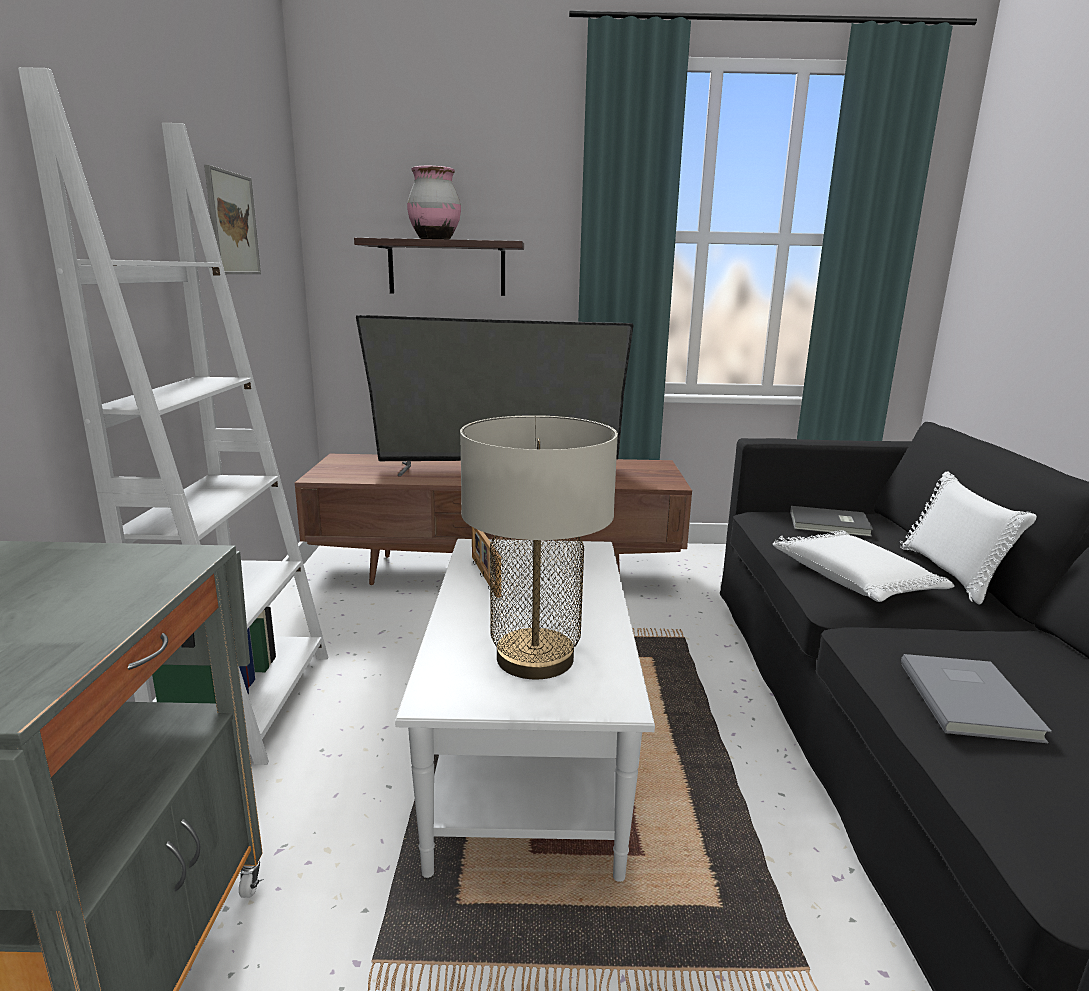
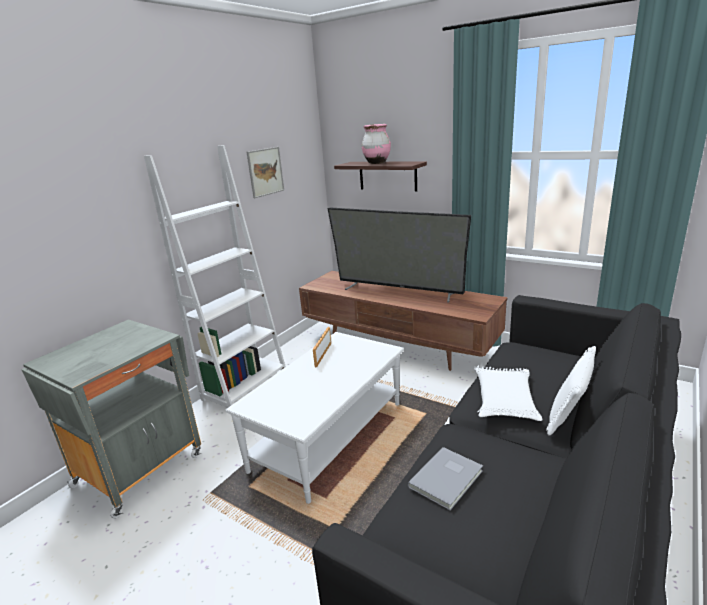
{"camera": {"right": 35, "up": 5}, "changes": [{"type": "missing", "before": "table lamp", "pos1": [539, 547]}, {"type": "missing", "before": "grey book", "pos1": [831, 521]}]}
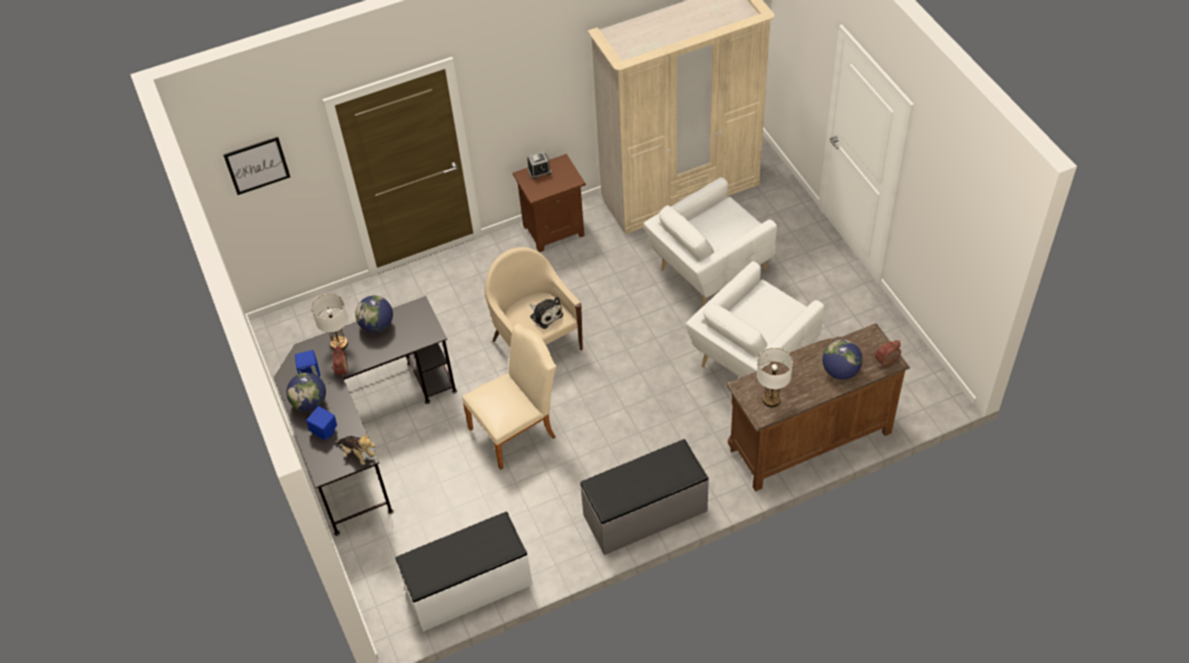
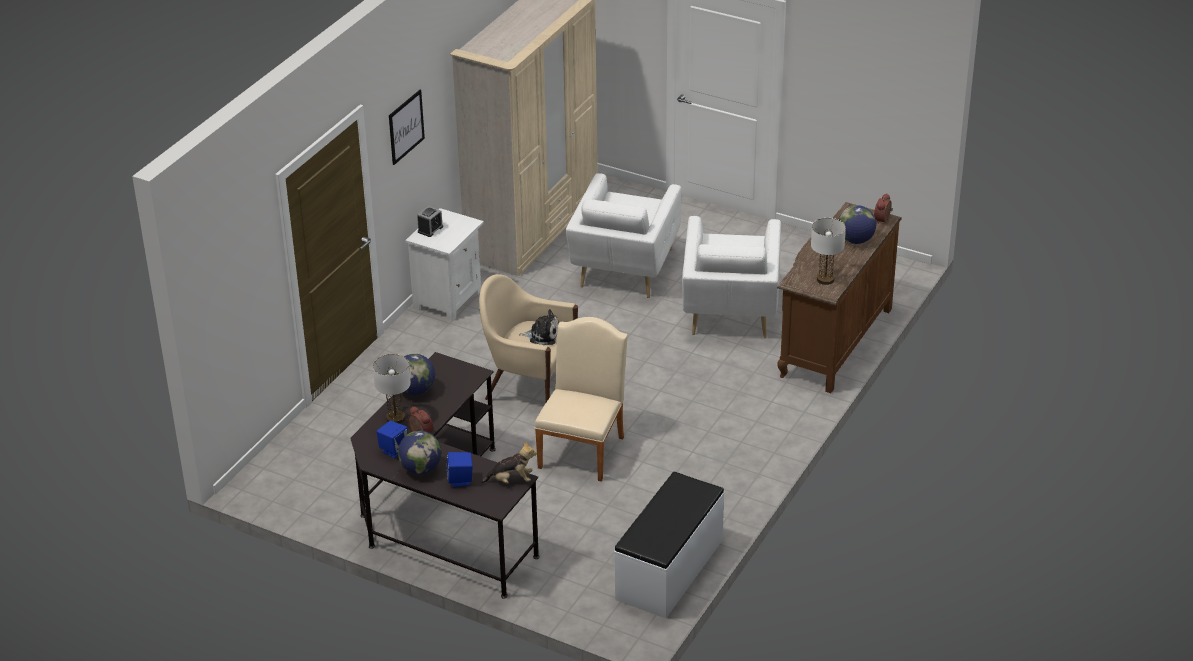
{"camera": {"right": -40, "up": -15}, "changes": [{"type": "relocated", "before": "picture", "pos1": [256, 166], "pos2": [407, 127]}, {"type": "colour", "before": "brown nightstand", "after": "white nightstand", "pos1": [549, 203], "pos2": [444, 264]}, {"type": "missing", "before": "grey bench", "pos1": [644, 497]}]}
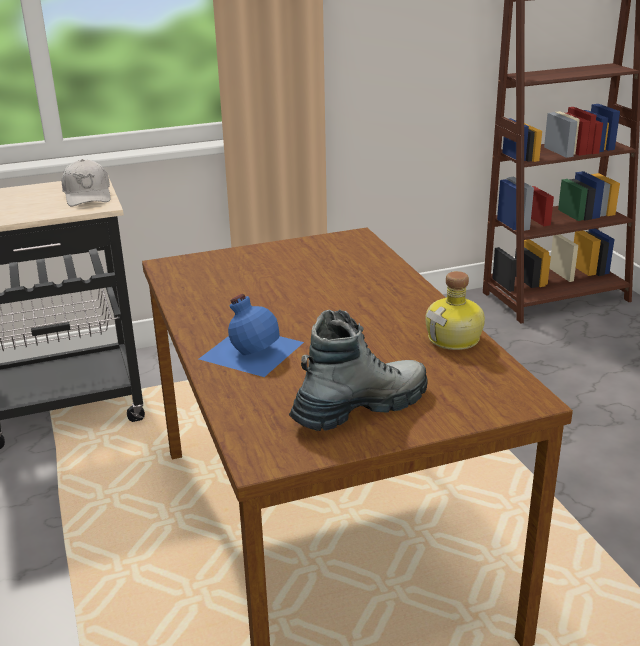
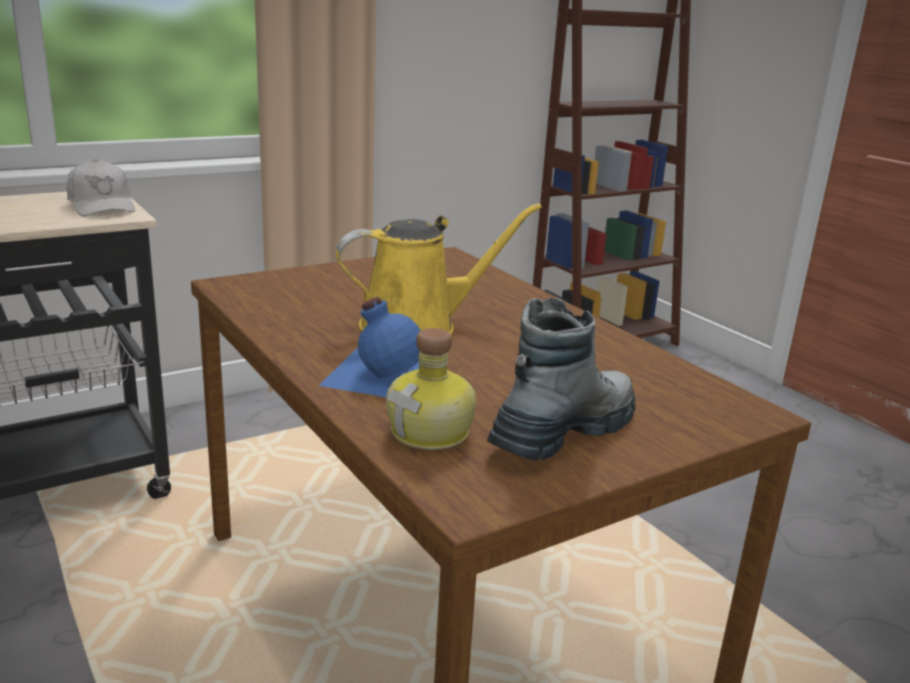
{"camera": {"right": -15, "up": -5}, "changes": [{"type": "relocated", "before": "bottle", "pos1": [455, 310], "pos2": [431, 389]}, {"type": "appeared", "after": "yellow watering can", "pos2": [439, 268]}]}
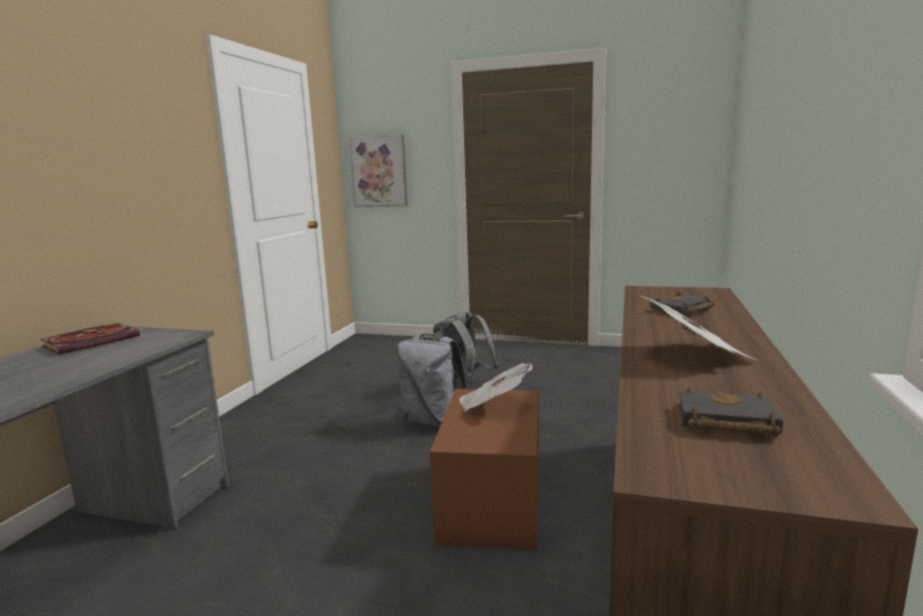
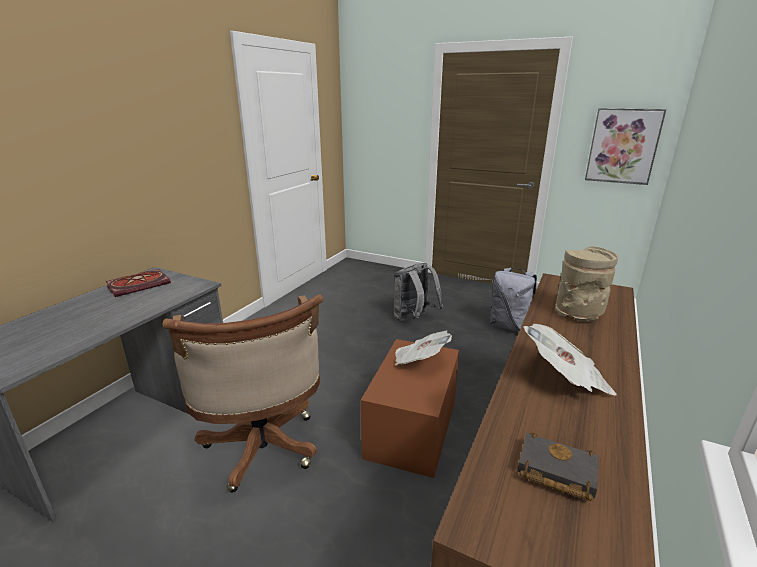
{"camera": {"right": 10, "up": 10}, "changes": [{"type": "relocated", "before": "picture", "pos1": [378, 170], "pos2": [625, 146]}, {"type": "exchanged", "before": "black book", "after": "beige vase", "pos1": [681, 304], "pos2": [586, 284]}, {"type": "relocated", "before": "grey backpack", "pos1": [432, 380], "pos2": [513, 300]}, {"type": "appeared", "after": "office chair", "pos2": [243, 393]}]}
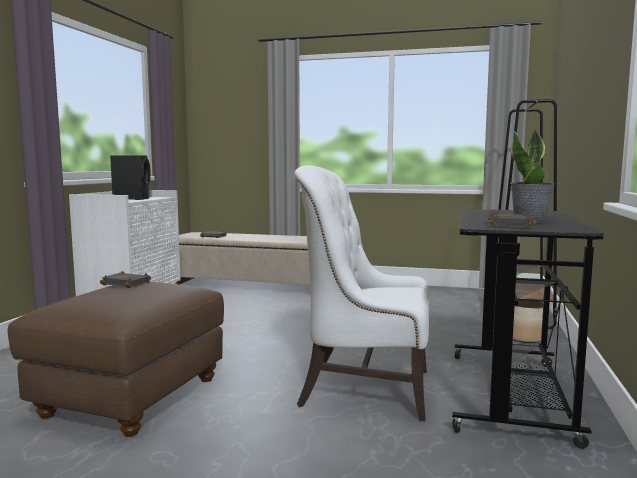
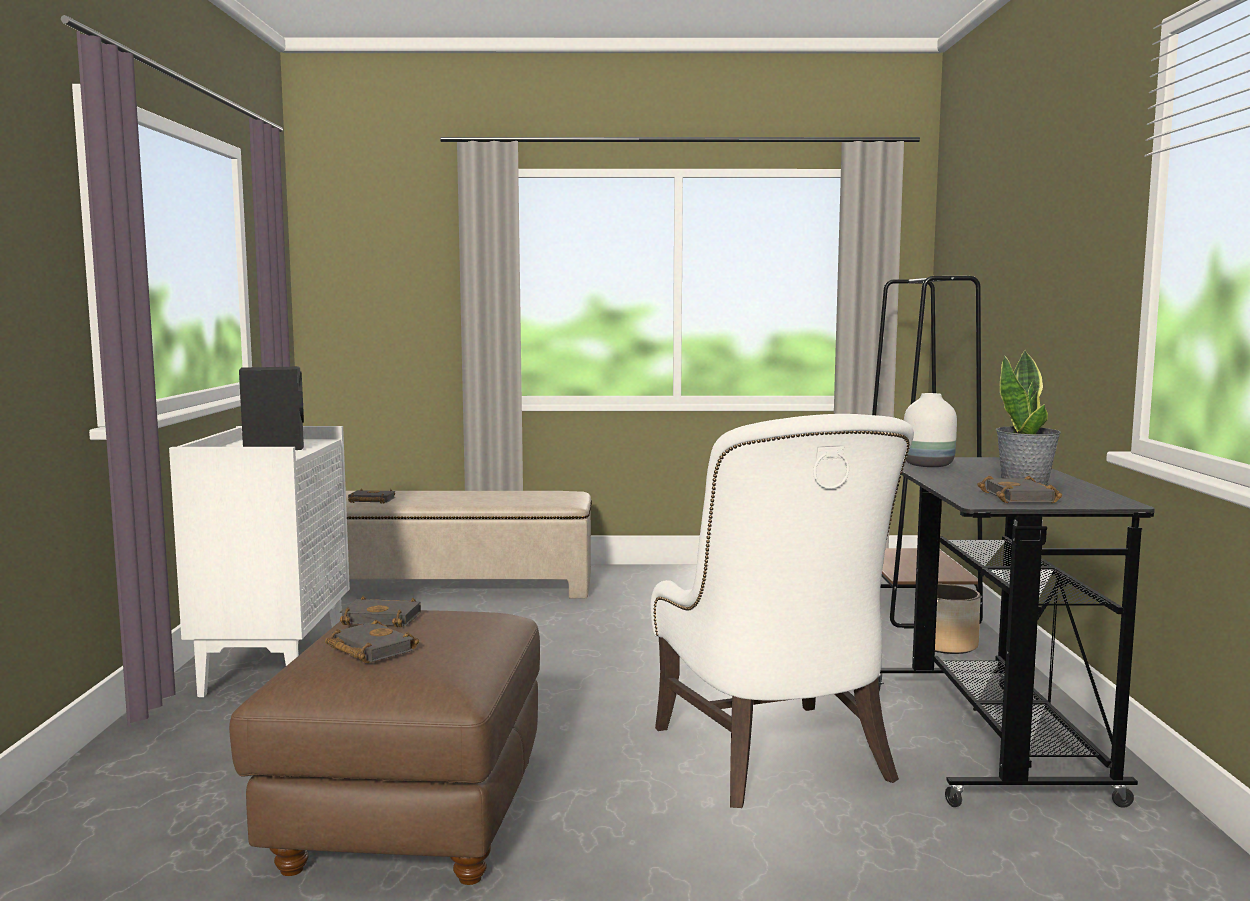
{"camera": {"right": -15, "up": 0}, "changes": [{"type": "spun", "before": "white chair", "pos1": [362, 293], "pos2": [782, 611], "turn": -105}, {"type": "appeared", "after": "white vase", "pos2": [930, 430]}, {"type": "appeared", "after": "black book", "pos2": [372, 641]}]}
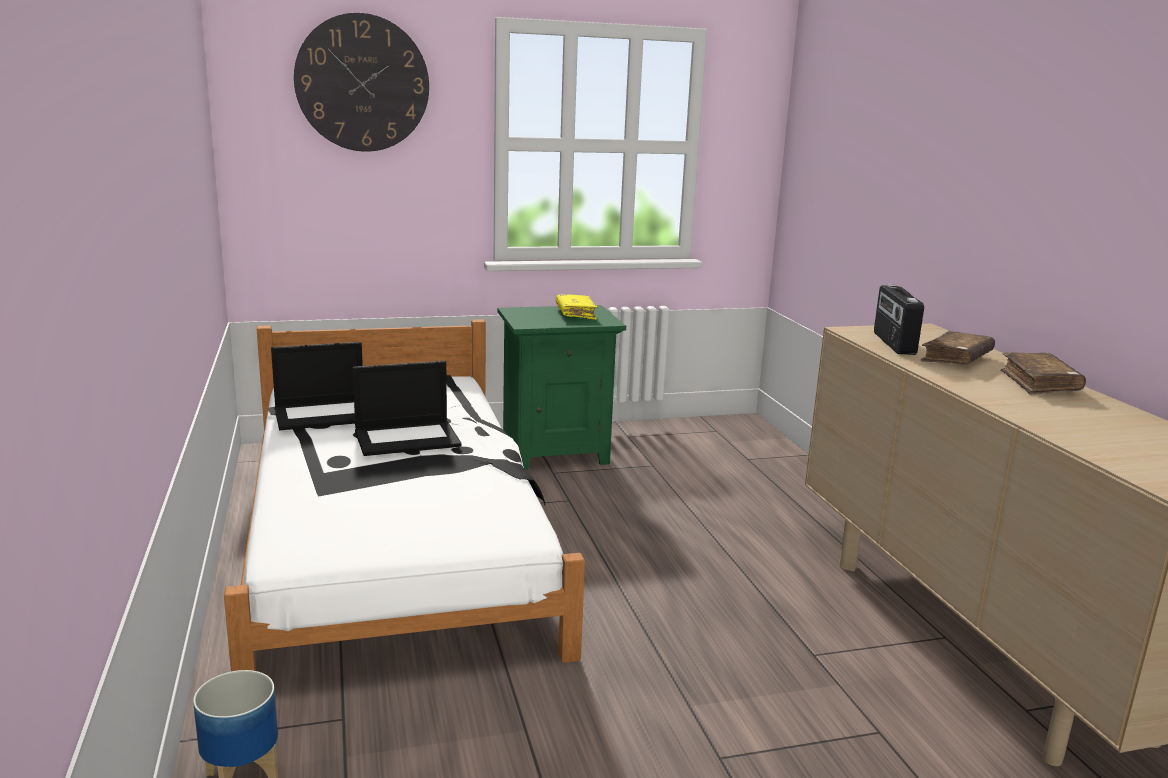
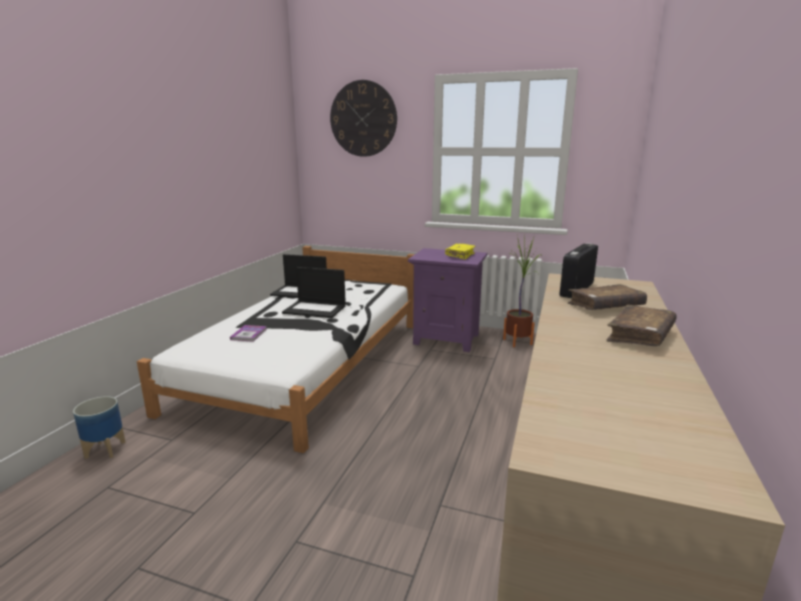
{"camera": {"right": 35, "up": 0}, "changes": [{"type": "colour", "before": "green nightstand", "after": "purple nightstand", "pos1": [561, 387], "pos2": [447, 300]}, {"type": "appeared", "after": "potted plant", "pos2": [522, 291]}, {"type": "appeared", "after": "book", "pos2": [248, 333]}]}
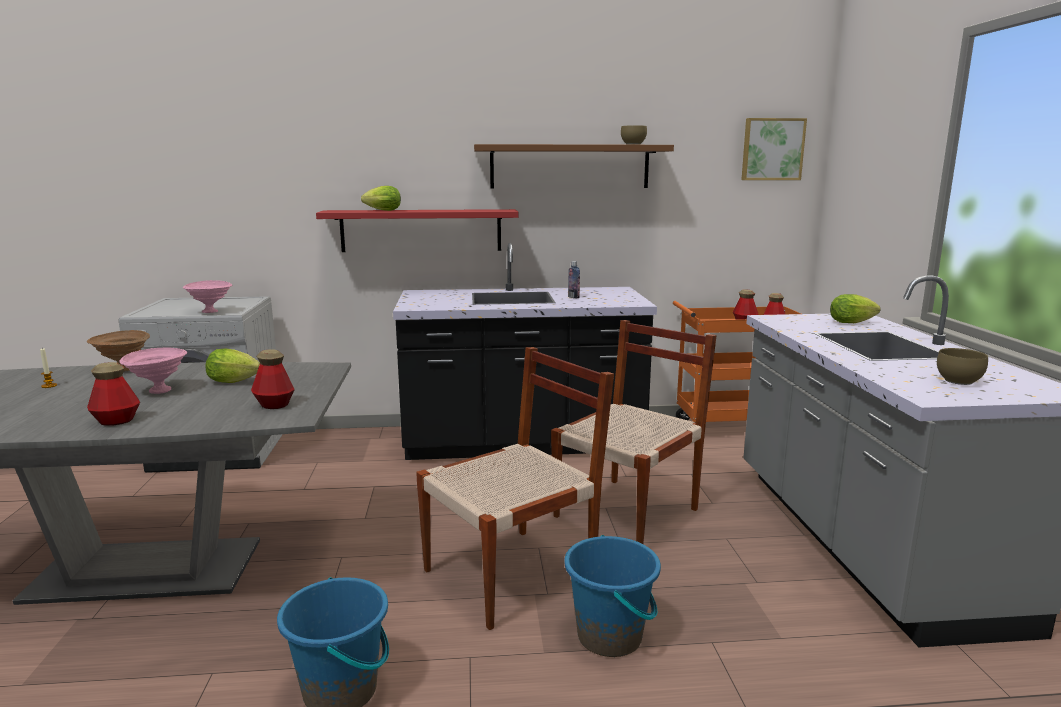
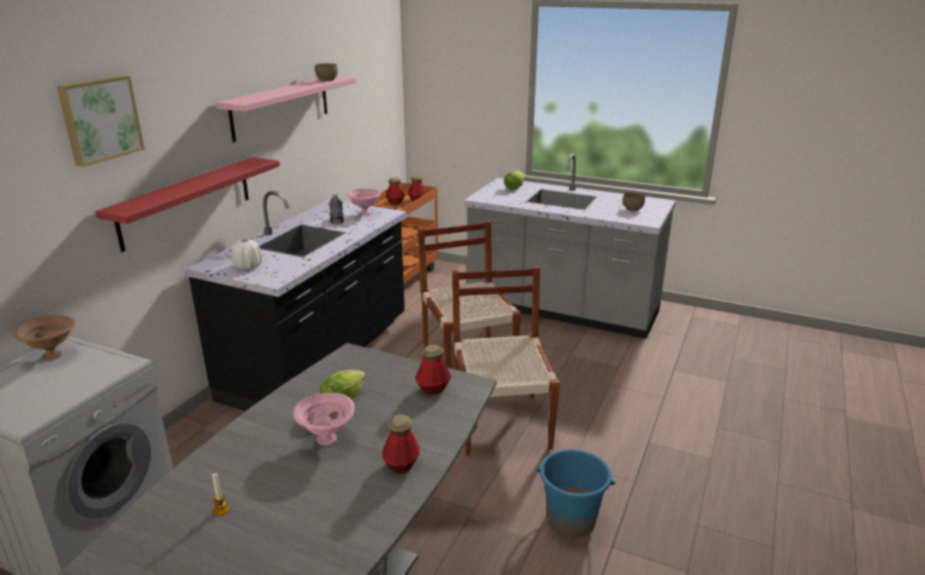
{"camera": {"right": -60, "up": 10}, "changes": [{"type": "relocated", "before": "picture", "pos1": [774, 149], "pos2": [101, 121]}, {"type": "colour", "before": "brown shelf", "after": "pink shelf", "pos1": [574, 166], "pos2": [286, 109]}, {"type": "missing", "before": "lettuce", "pos1": [381, 198]}, {"type": "relocated", "before": "pink bowl", "pos1": [207, 296], "pos2": [364, 202]}, {"type": "relocated", "before": "brown bowl", "pos1": [118, 351], "pos2": [45, 337]}, {"type": "missing", "before": "blue bucket", "pos1": [612, 596]}, {"type": "appeared", "after": "white vase", "pos2": [246, 254]}]}
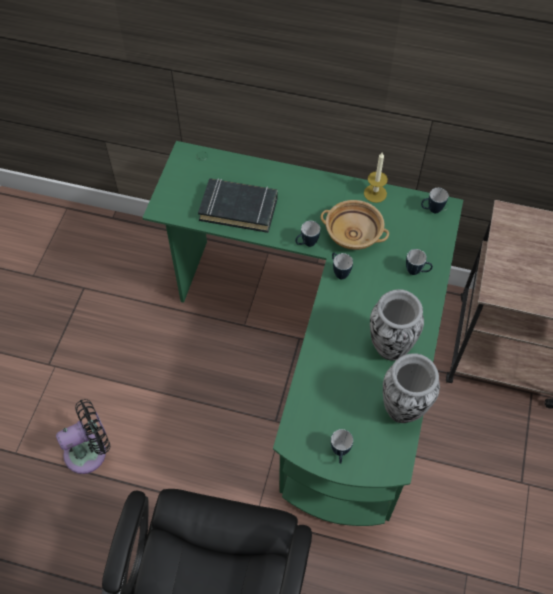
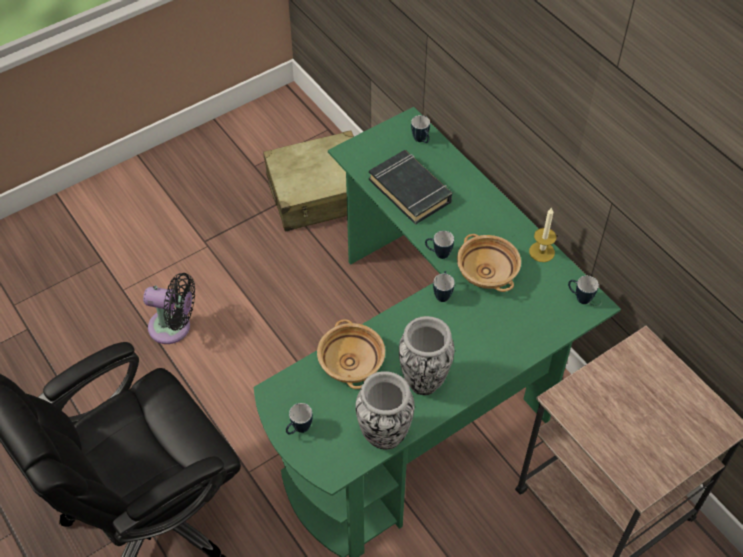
{"camera": {"right": 40, "up": -5}, "changes": [{"type": "relocated", "before": "mug", "pos1": [419, 262], "pos2": [420, 129]}, {"type": "appeared", "after": "beige suitcase", "pos2": [308, 181]}, {"type": "appeared", "after": "beige bowl", "pos2": [351, 354]}]}
